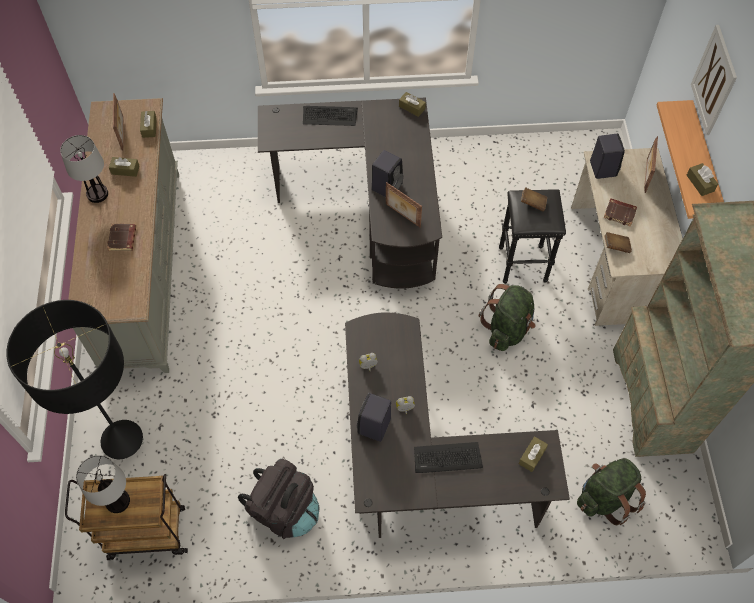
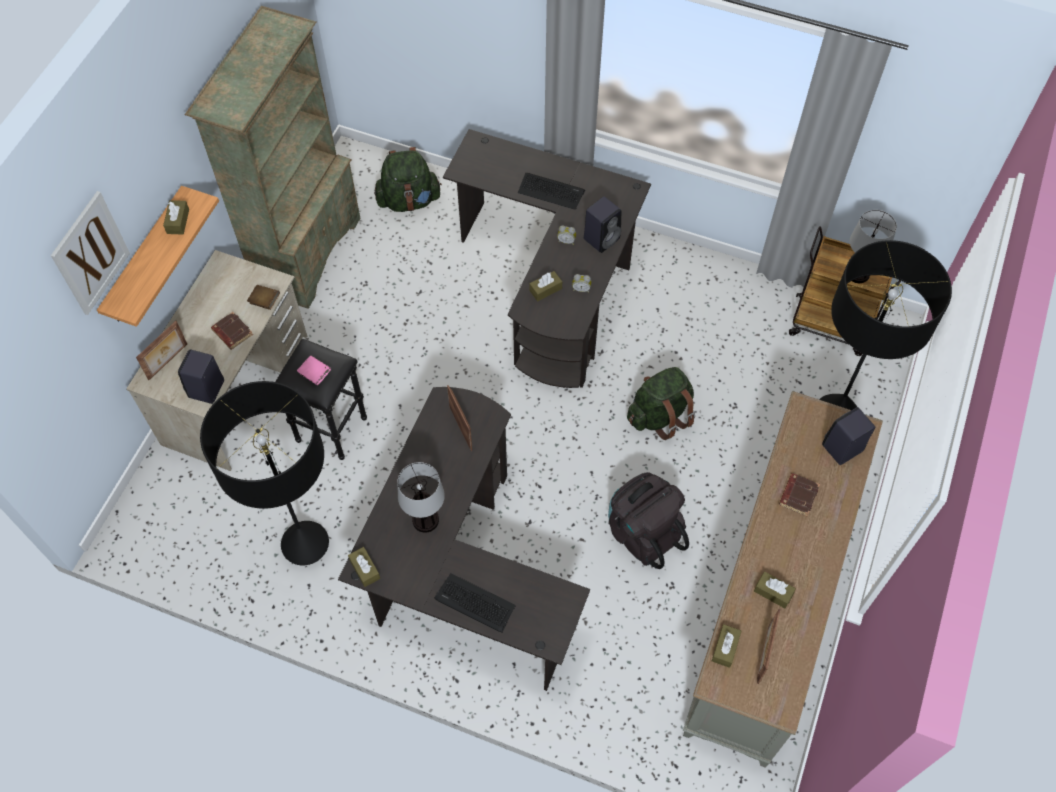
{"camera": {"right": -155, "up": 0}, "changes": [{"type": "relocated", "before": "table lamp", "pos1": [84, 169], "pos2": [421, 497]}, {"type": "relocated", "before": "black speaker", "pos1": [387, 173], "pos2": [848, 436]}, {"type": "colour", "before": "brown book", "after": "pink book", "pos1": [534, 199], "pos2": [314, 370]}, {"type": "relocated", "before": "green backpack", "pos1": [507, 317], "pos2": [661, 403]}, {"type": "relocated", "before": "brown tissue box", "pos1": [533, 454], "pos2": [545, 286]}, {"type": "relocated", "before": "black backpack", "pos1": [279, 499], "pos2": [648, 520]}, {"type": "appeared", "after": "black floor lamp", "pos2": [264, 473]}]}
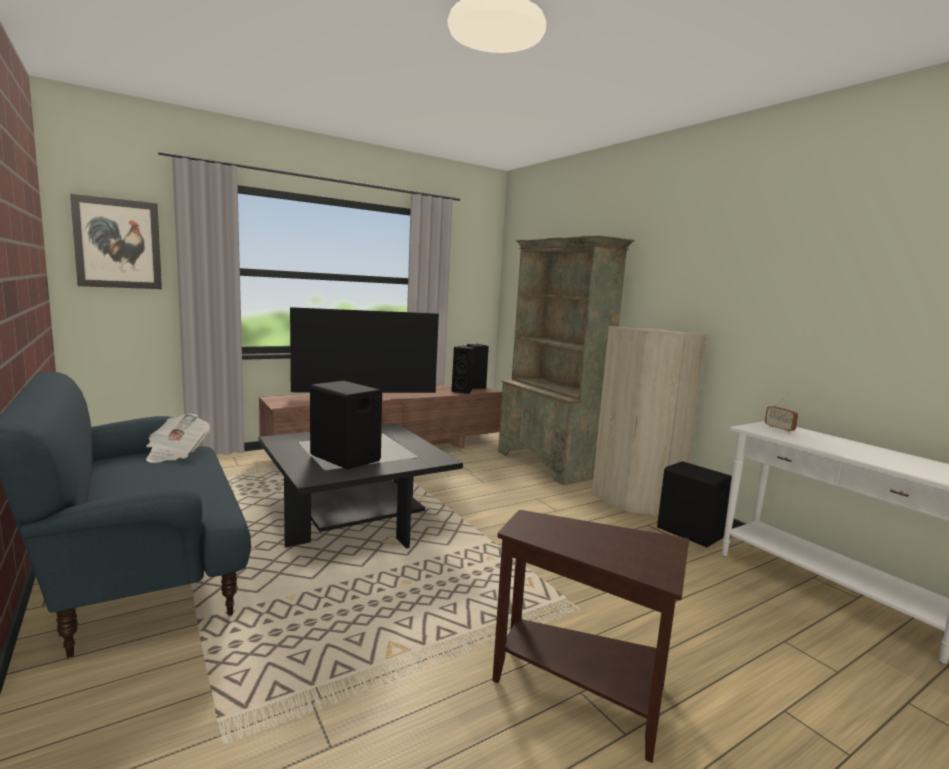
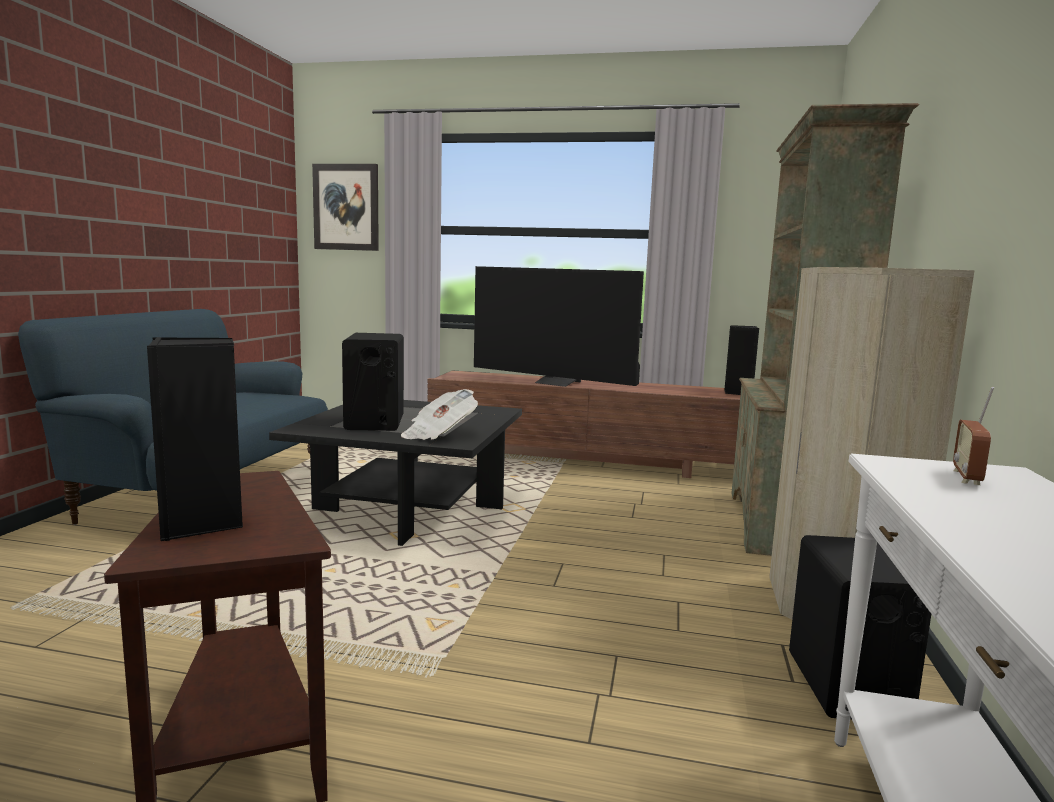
{"camera": {"right": 45, "up": 0}, "changes": [{"type": "relocated", "before": "black speaker", "pos1": [463, 370], "pos2": [195, 439]}, {"type": "relocated", "before": "newspaper", "pos1": [178, 438], "pos2": [439, 414]}]}
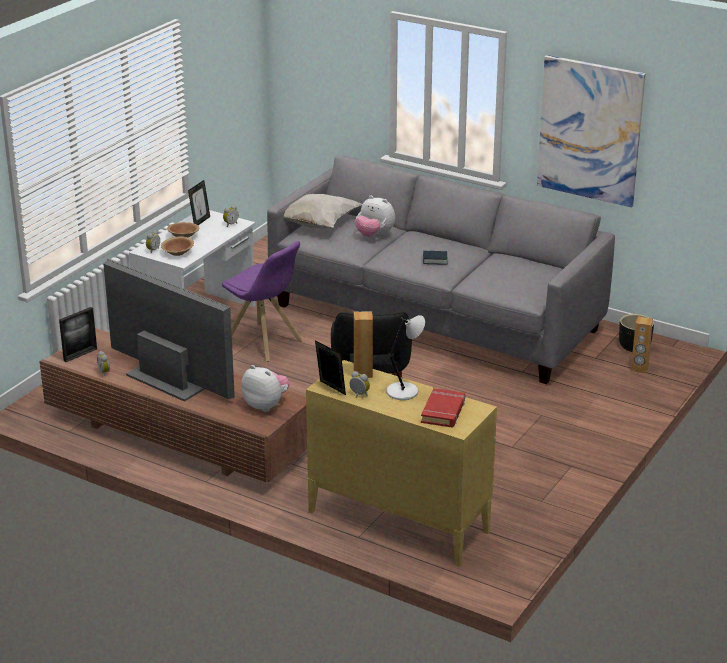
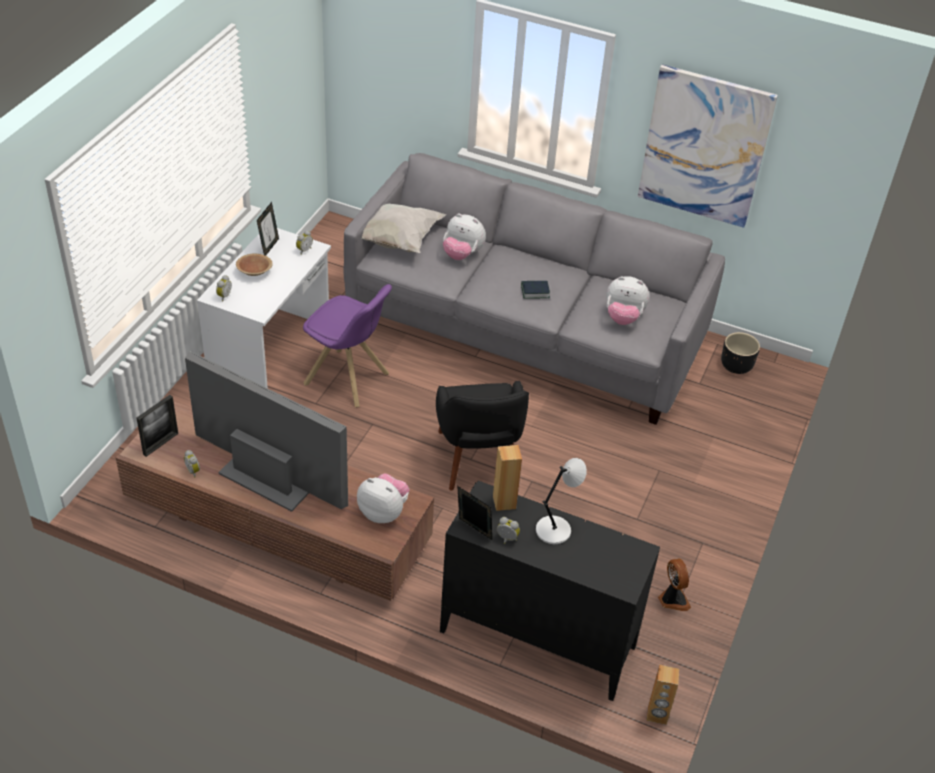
{"camera": {"right": -10, "up": 15}, "changes": [{"type": "missing", "before": "brown bowl", "pos1": [177, 246]}, {"type": "relocated", "before": "brown speaker", "pos1": [642, 345], "pos2": [662, 695]}, {"type": "colour", "before": "beige dresser", "after": "black dresser", "pos1": [401, 463], "pos2": [550, 591]}, {"type": "missing", "before": "red book", "pos1": [443, 408]}, {"type": "appeared", "after": "plush toy", "pos2": [627, 300]}, {"type": "appeared", "after": "fan", "pos2": [674, 584]}]}
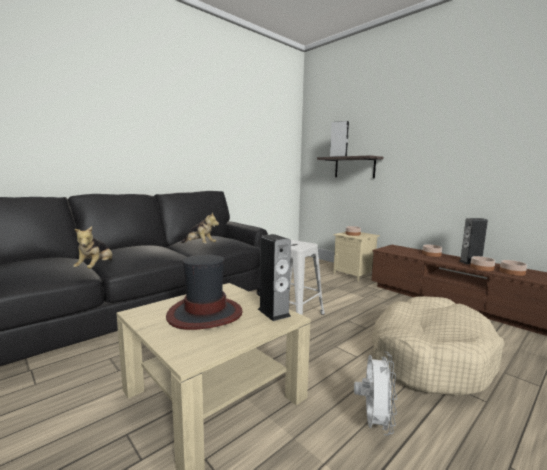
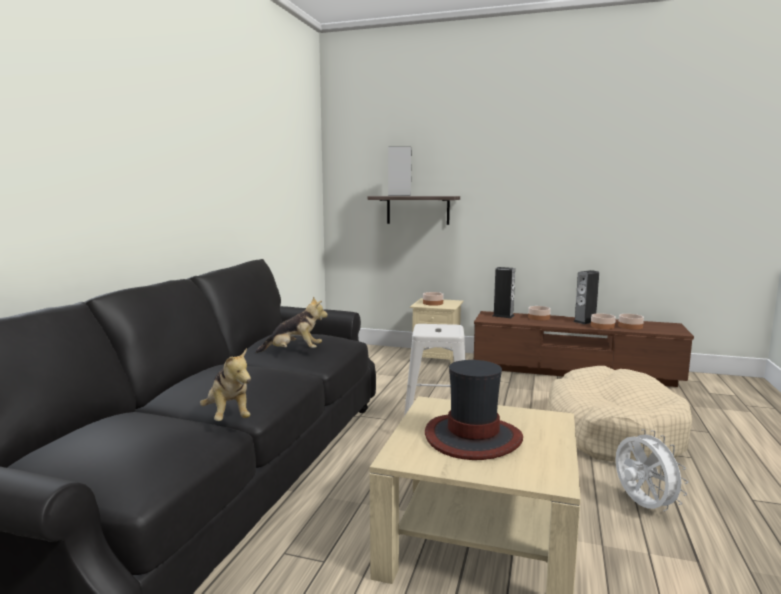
{"camera": {"right": -30, "up": 0}, "changes": [{"type": "relocated", "before": "speaker", "pos1": [274, 277], "pos2": [504, 292]}]}
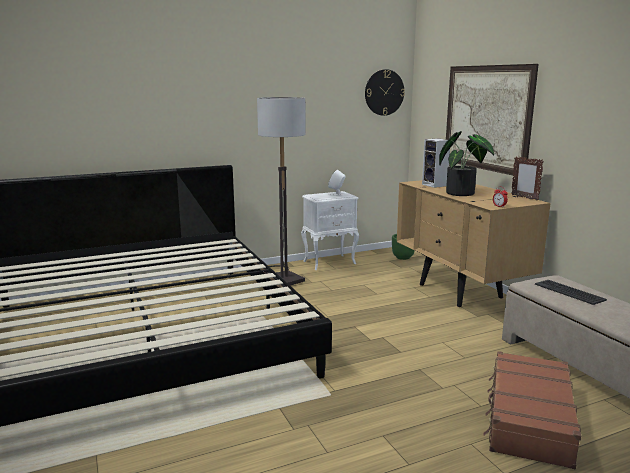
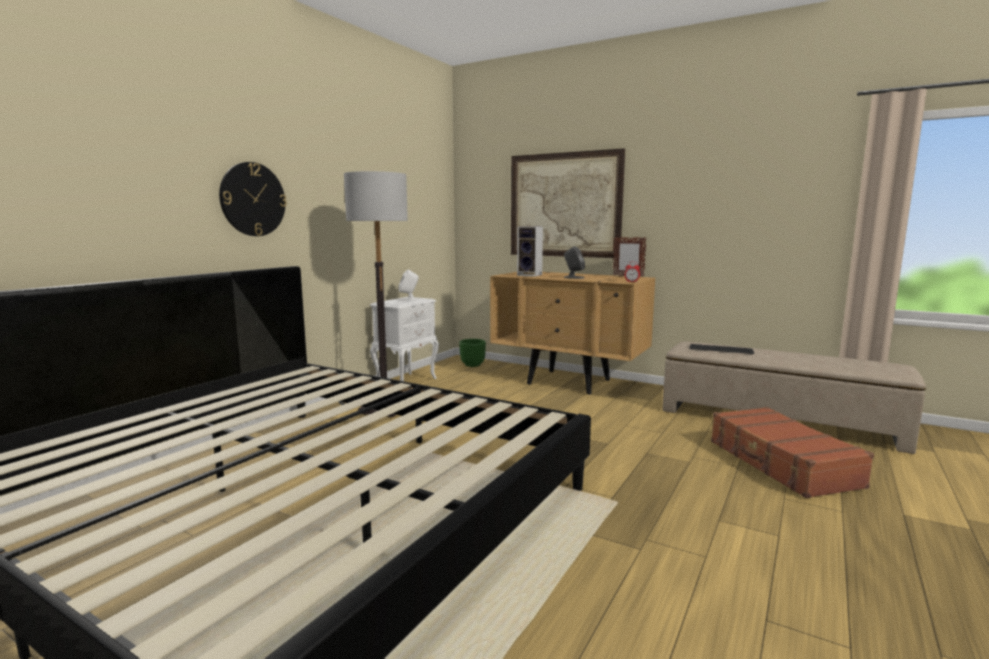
{"camera": {"right": -35, "up": -5}, "changes": [{"type": "relocated", "before": "wall clock", "pos1": [385, 92], "pos2": [253, 199]}, {"type": "exchanged", "before": "potted plant", "after": "grey speaker", "pos1": [466, 163], "pos2": [574, 262]}]}
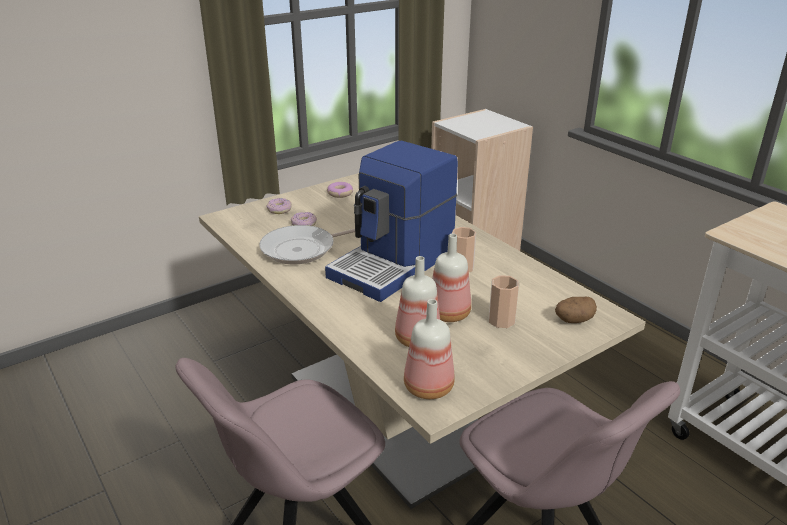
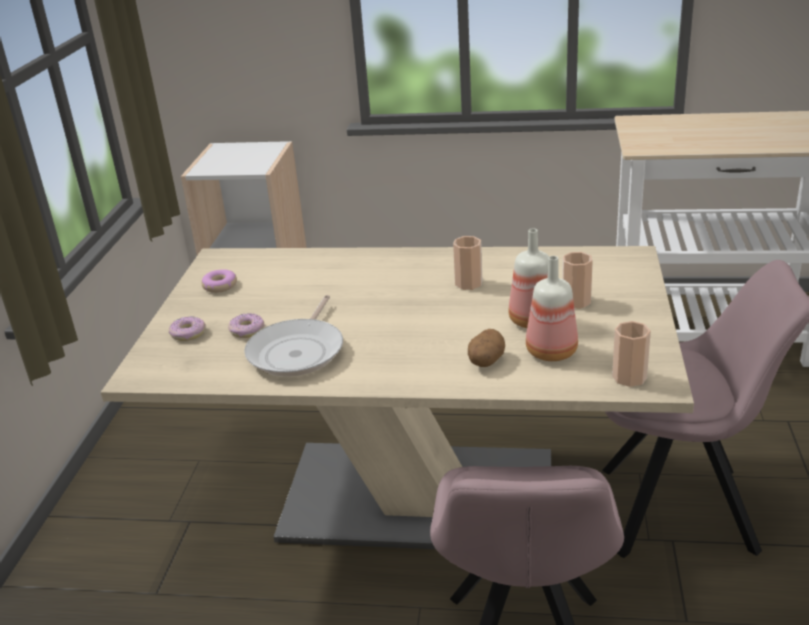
{"camera": {"right": -45, "up": 0}, "changes": [{"type": "missing", "before": "coffee machine", "pos1": [391, 221]}, {"type": "relocated", "before": "potato", "pos1": [576, 310], "pos2": [486, 348]}, {"type": "exchanged", "before": "bottle", "after": "cup", "pos1": [429, 349], "pos2": [631, 354]}]}
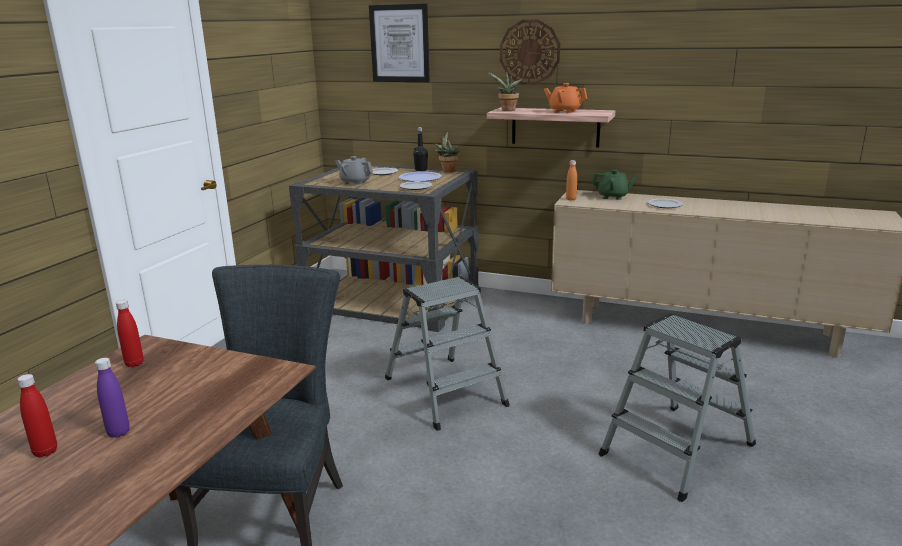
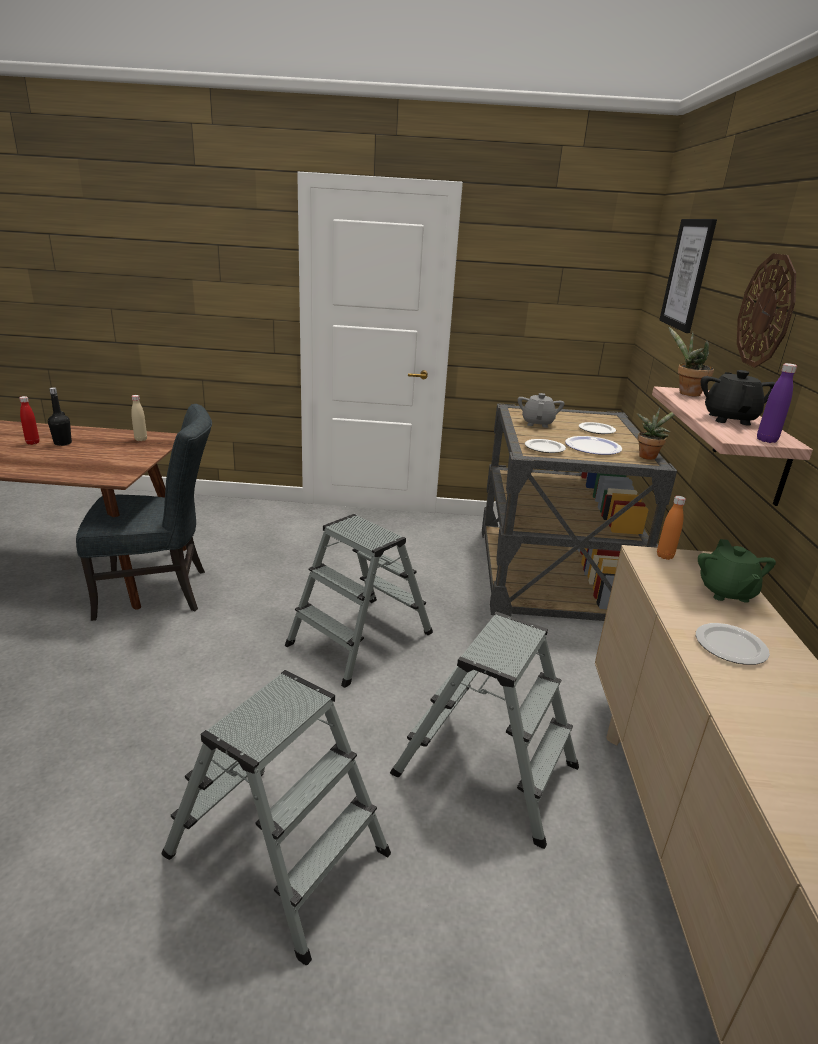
{"camera": {"right": 70, "up": 5}, "changes": [{"type": "colour", "before": "orange teapot", "after": "black teapot", "pos1": [565, 98], "pos2": [738, 398]}, {"type": "relocated", "before": "black bottle", "pos1": [420, 149], "pos2": [60, 416]}, {"type": "colour", "before": "red bottle", "after": "beige bottle", "pos1": [130, 333], "pos2": [139, 418]}, {"type": "relocated", "before": "purple bottle", "pos1": [112, 398], "pos2": [777, 403]}, {"type": "appeared", "after": "grey step ladder", "pos2": [484, 730]}]}
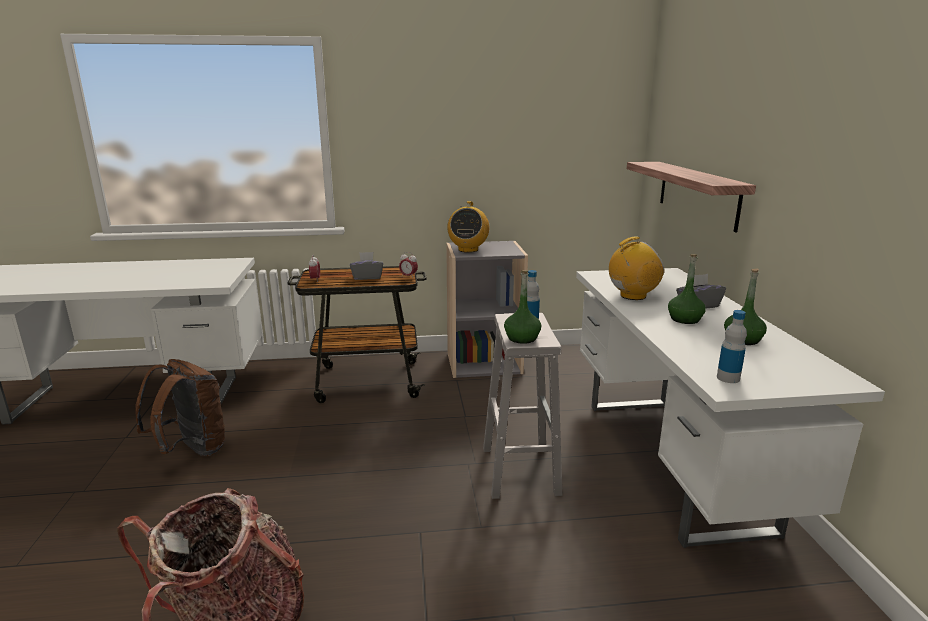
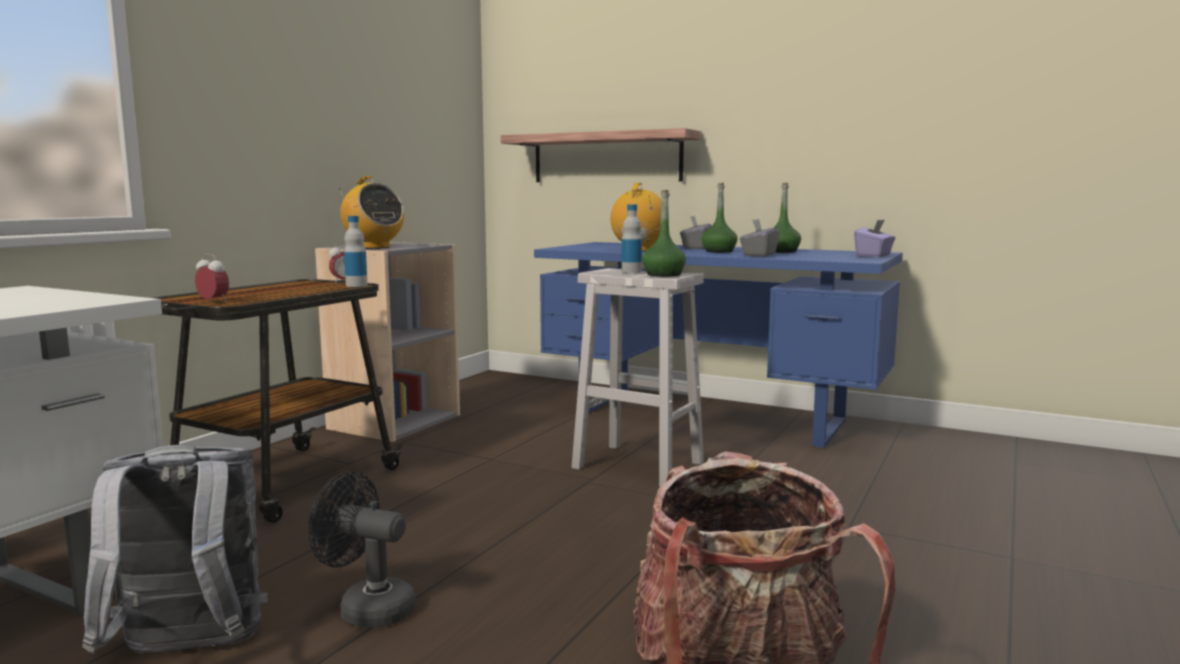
{"camera": {"right": -55, "up": -10}, "changes": [{"type": "relocated", "before": "grey tissue box", "pos1": [366, 266], "pos2": [759, 238]}, {"type": "colour", "before": "white desk", "after": "blue desk", "pos1": [730, 408], "pos2": [718, 345]}, {"type": "relocated", "before": "bottle", "pos1": [732, 346], "pos2": [356, 251]}, {"type": "colour", "before": "brown backpack", "after": "grey backpack", "pos1": [180, 407], "pos2": [175, 549]}, {"type": "appeared", "after": "purple tissue box", "pos2": [874, 238]}, {"type": "appeared", "after": "black fan", "pos2": [362, 550]}]}
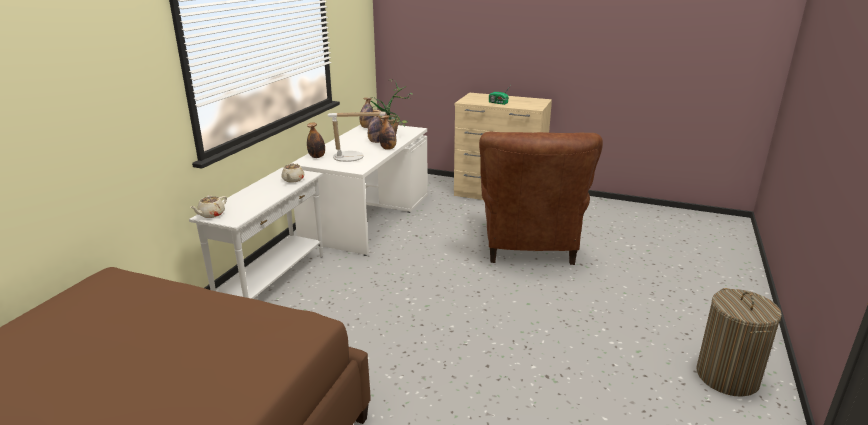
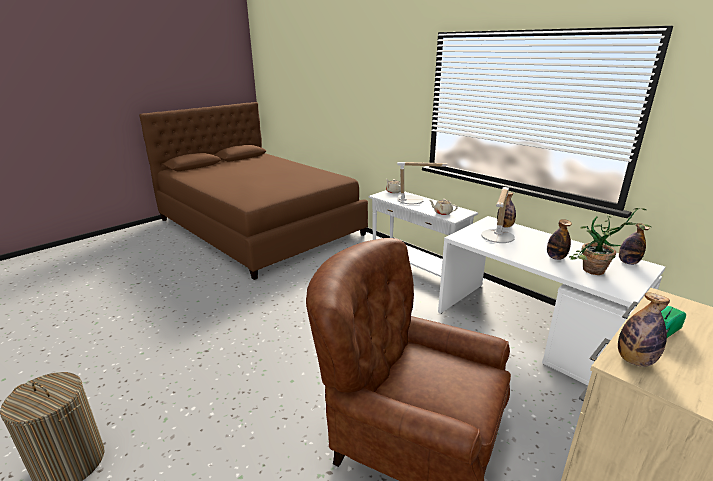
{"camera": {"right": 115, "up": 0}, "changes": [{"type": "relocated", "before": "bottle", "pos1": [387, 132], "pos2": [644, 330]}, {"type": "appeared", "after": "table lamp", "pos2": [422, 183]}]}
